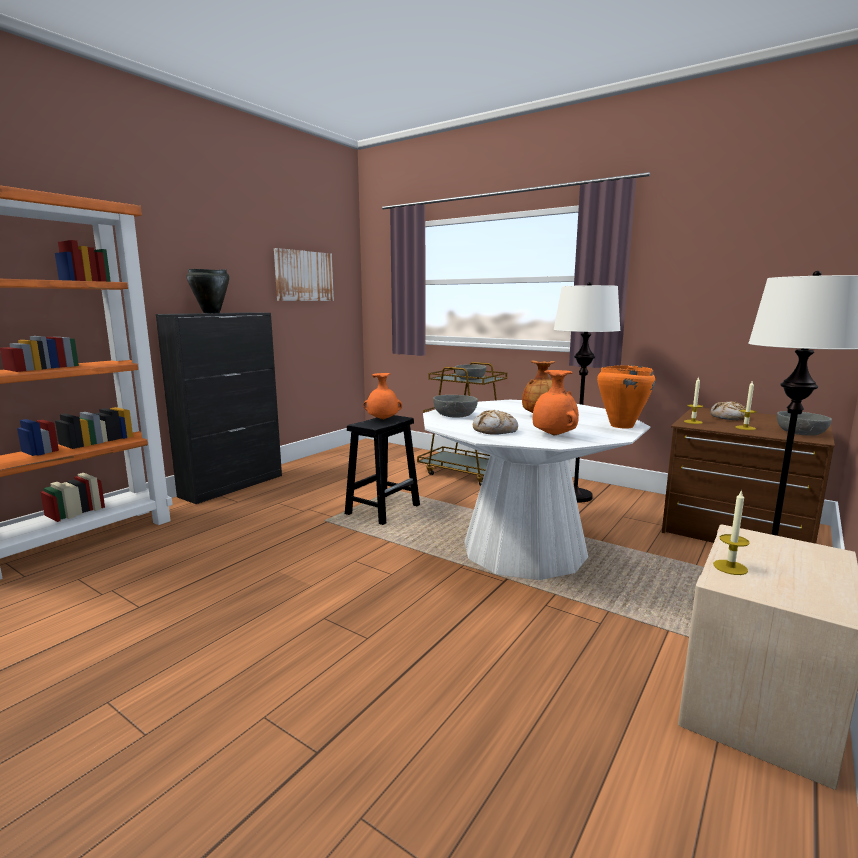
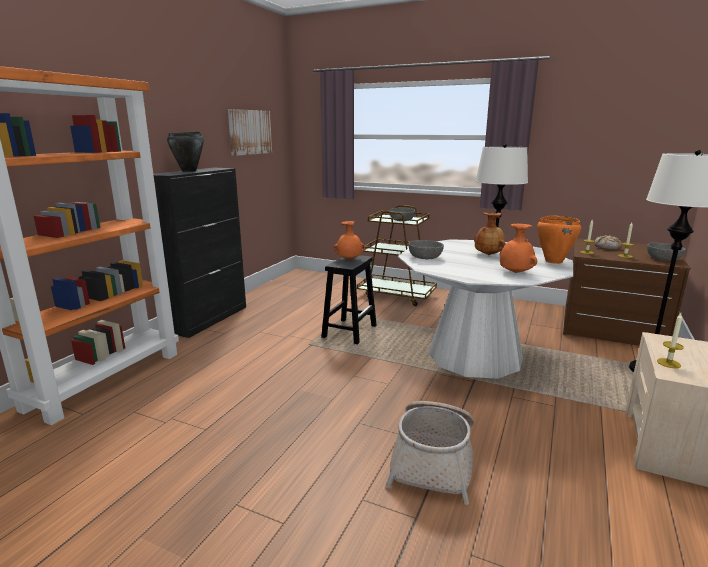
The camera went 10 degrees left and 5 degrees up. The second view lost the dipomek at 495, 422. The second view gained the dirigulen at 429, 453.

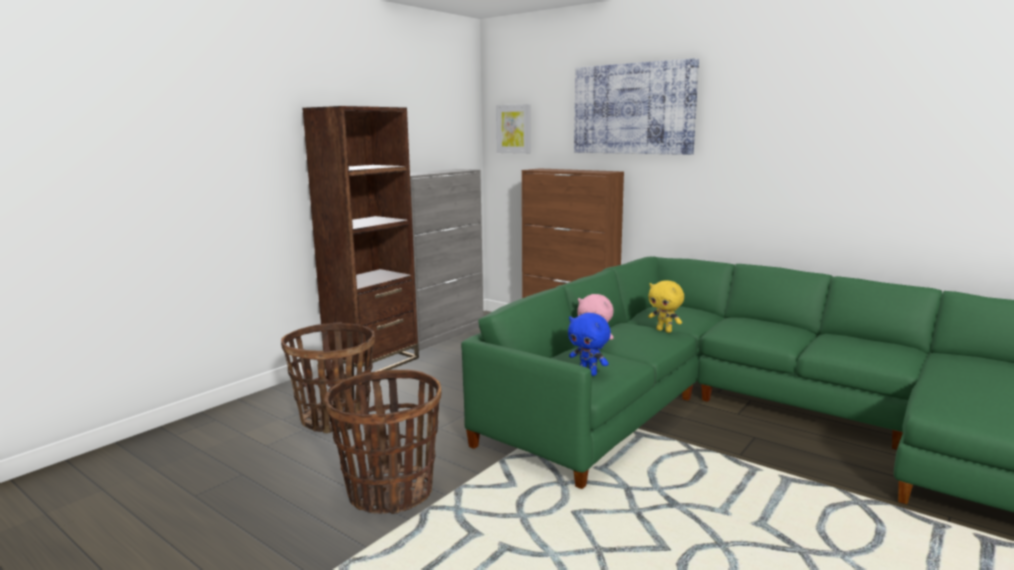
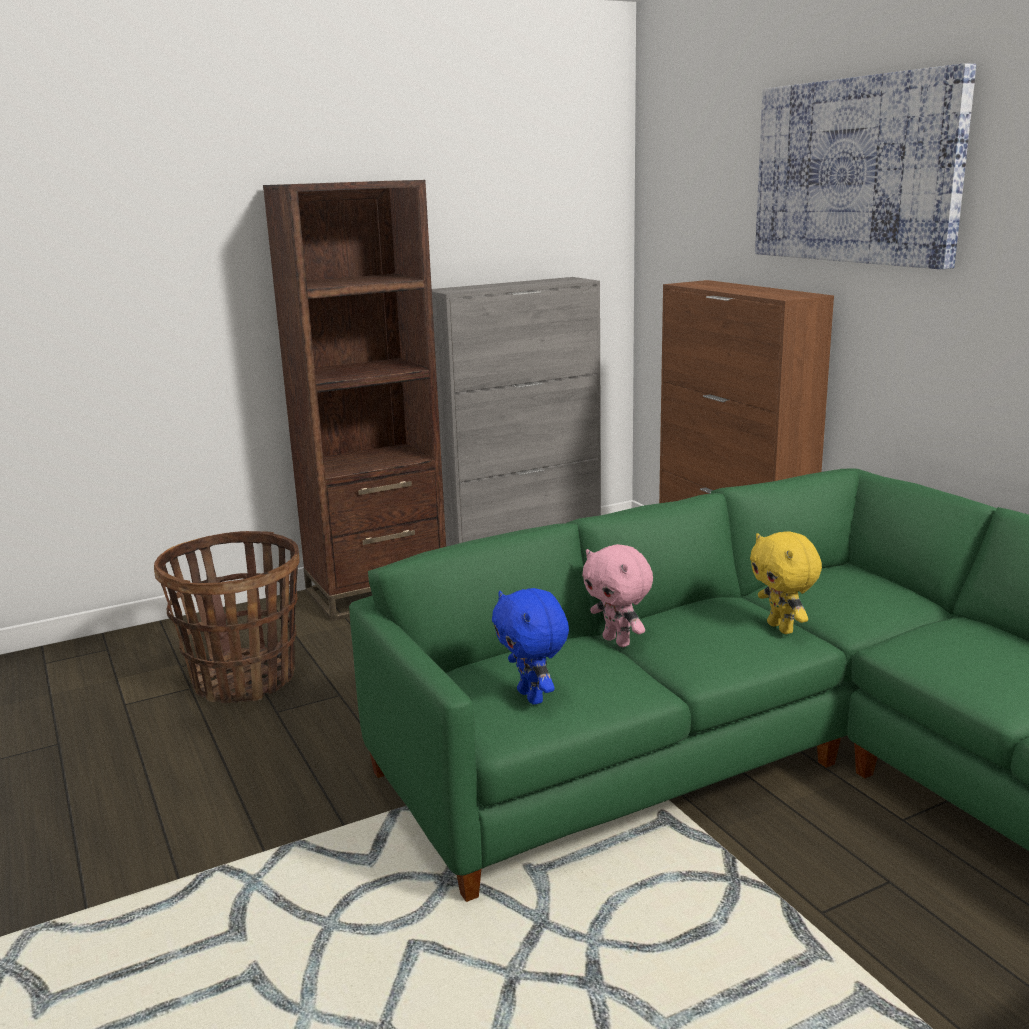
The camera went 25 degrees right and 5 degrees up. The second view lost the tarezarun at 513, 129. The second view lost the dirigulen at 382, 441.

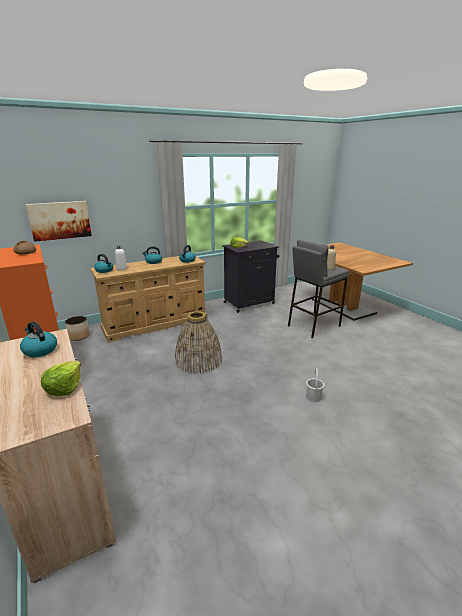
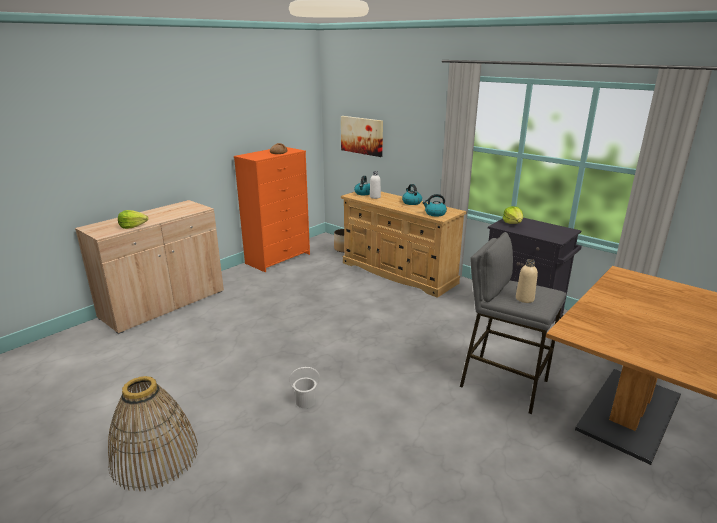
The camera went 70 degrees right and 0 degrees up. The dirigulen ended up elsewhere, having gone from 198, 342 to 153, 433. The second view lost the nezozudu at 38, 339.

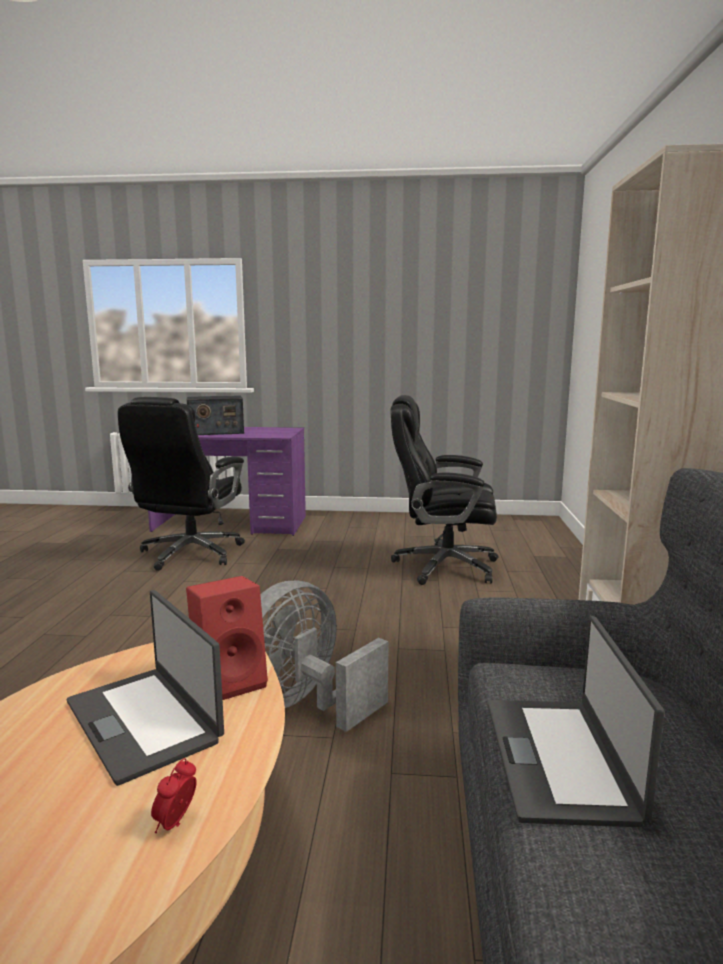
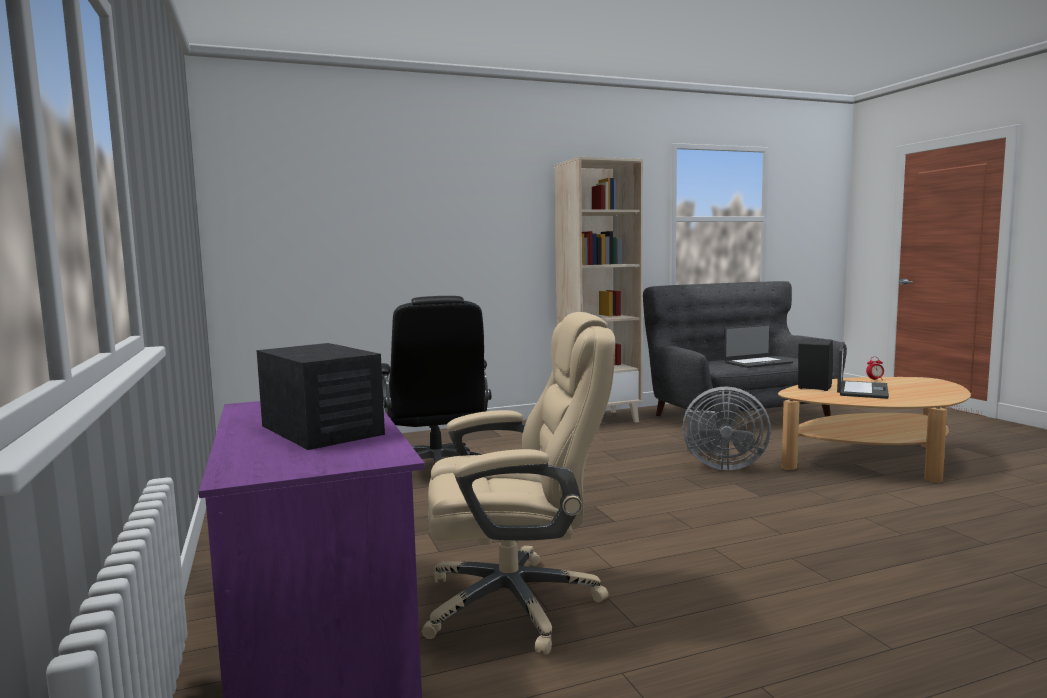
The camera went 115 degrees left and 5 degrees down. What was the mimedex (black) at 181, 484 turned into the mimedex (beige) at 518, 483. What was the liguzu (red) at 227, 638 turned into the liguzu (black) at 815, 364.

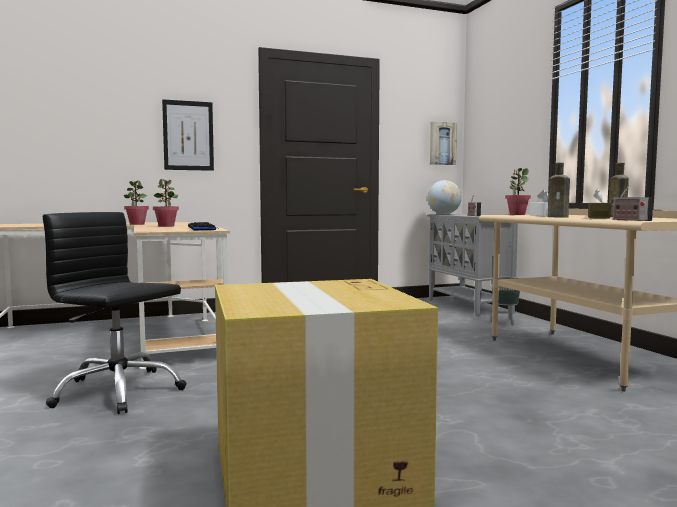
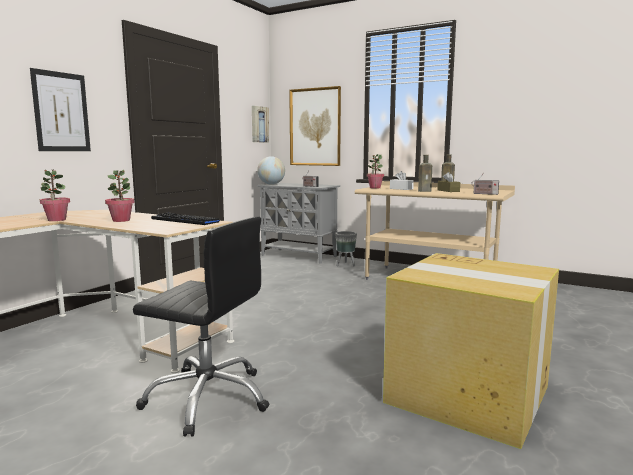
The camera went 40 degrees left and 5 degrees up. The mimedex (black) at 115, 313 ended up facing another way, 150 degrees counterclockwise from before. The second view gained the tarezarun at 315, 126.

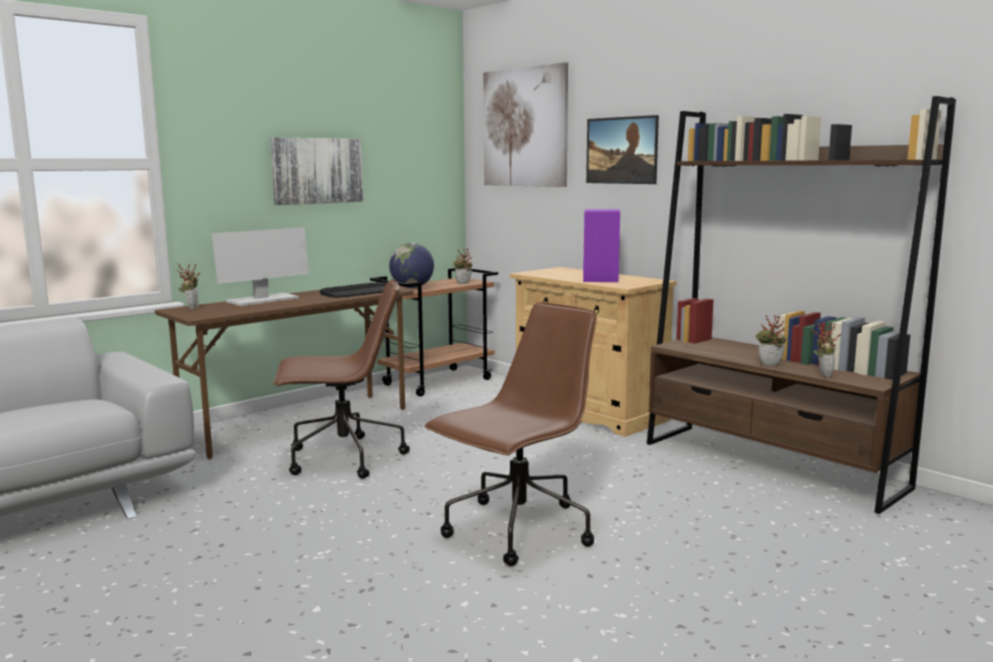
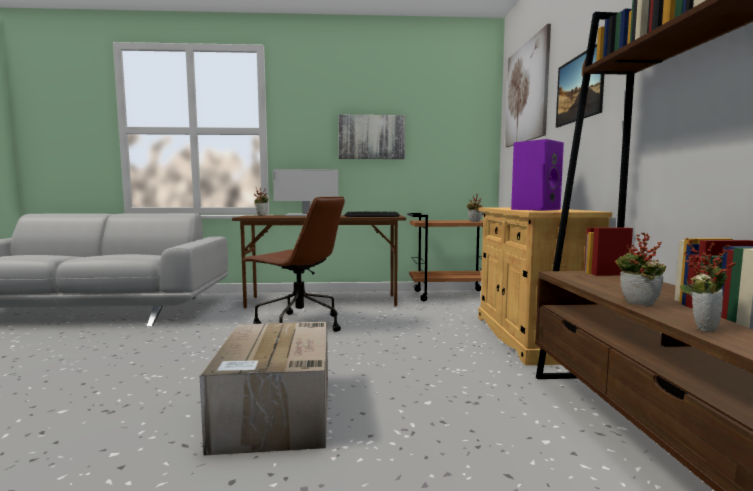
The camera went 40 degrees right and 5 degrees down. The second view lost the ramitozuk at 411, 265. Where the mimedex (brown) stood at 510, 434, the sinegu came to stand at 263, 388.

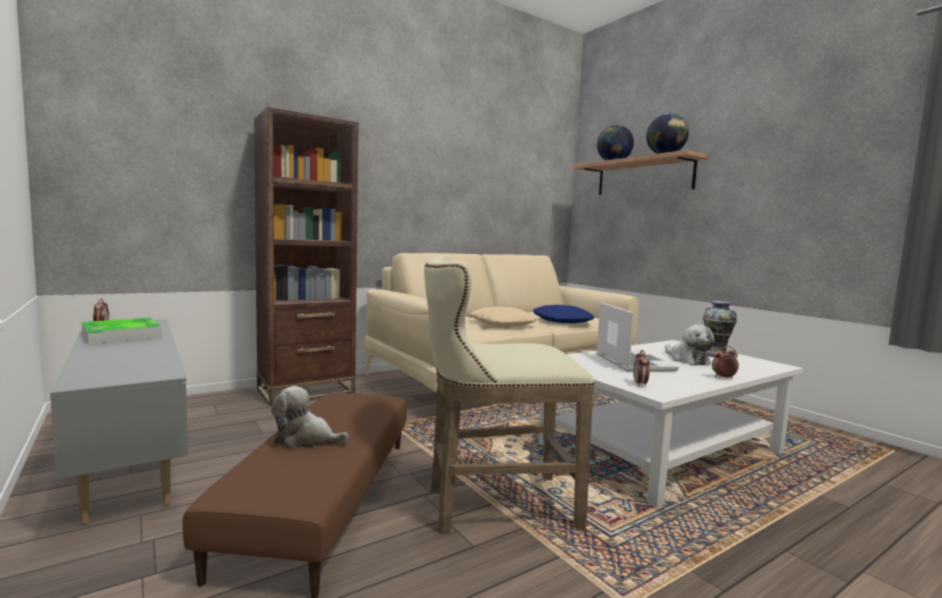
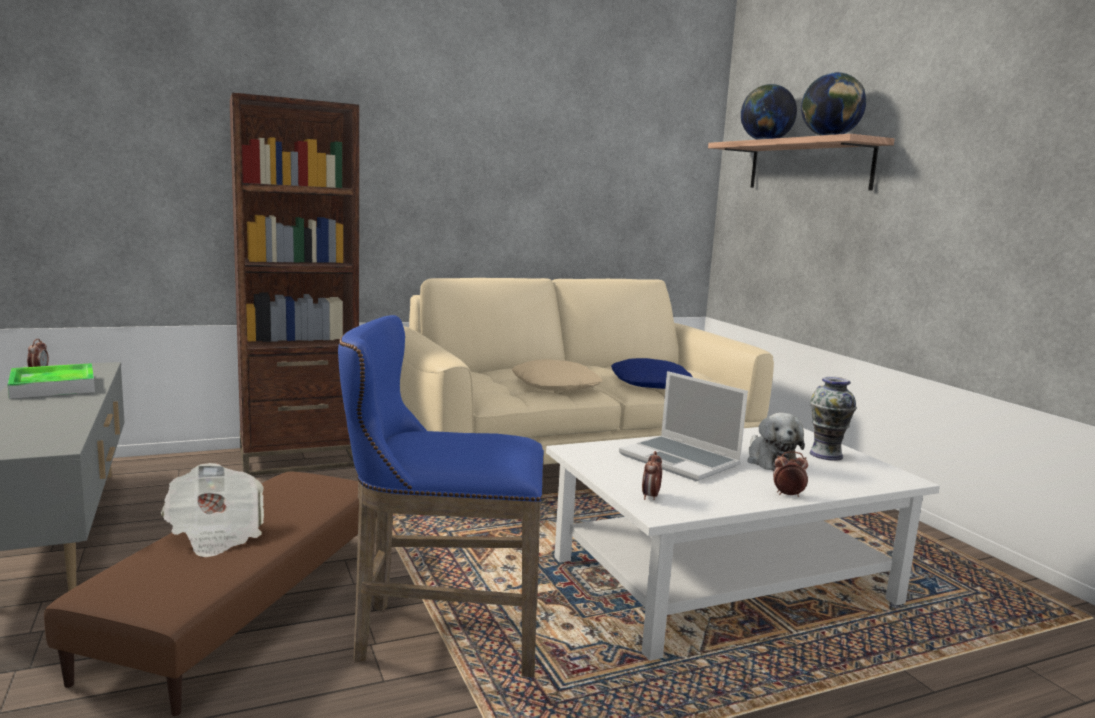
The camera went 10 degrees right and 5 degrees up. What was the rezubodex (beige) at 509, 394 turned into the rezubodex (blue) at 441, 496. The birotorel at 637, 337 ended up facing another way, 135 degrees clockwise from before. Where the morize stood at 310, 417, the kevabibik came to stand at 212, 510.

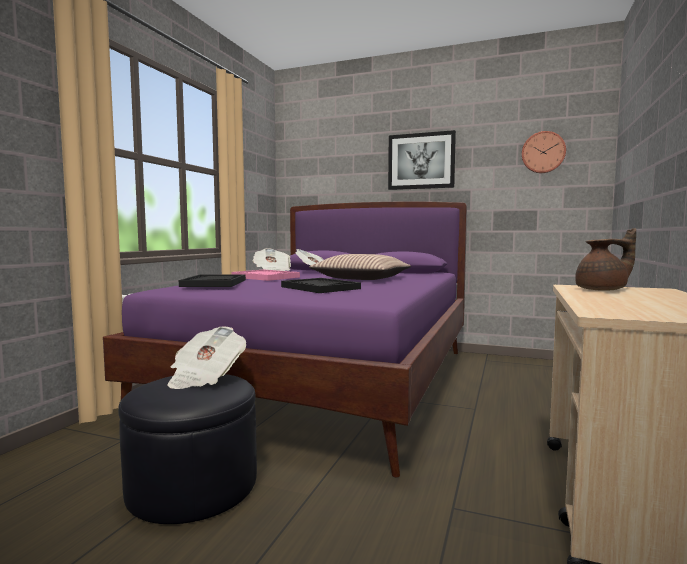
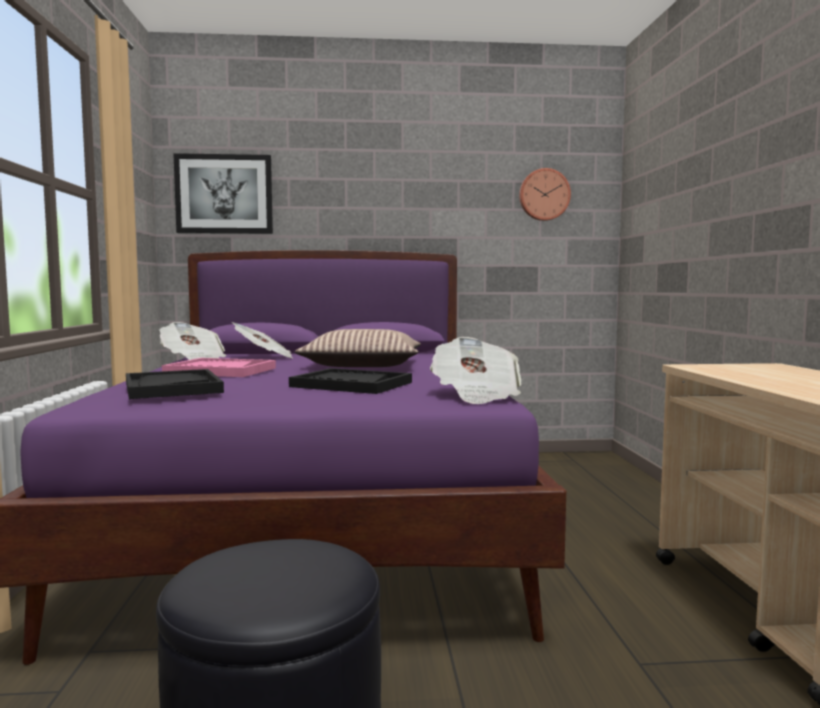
The camera went 25 degrees left and 0 degrees up. The tarezarun ended up elsewhere, having gone from 422, 160 to 223, 193. The second view lost the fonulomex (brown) at 605, 259. The kevabibik ended up elsewhere, having gone from 206, 357 to 475, 370.

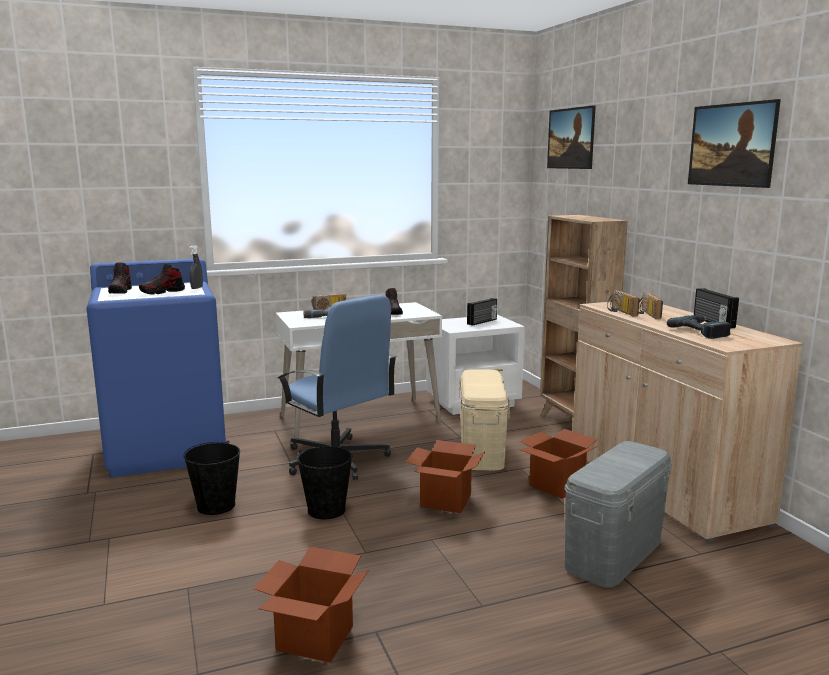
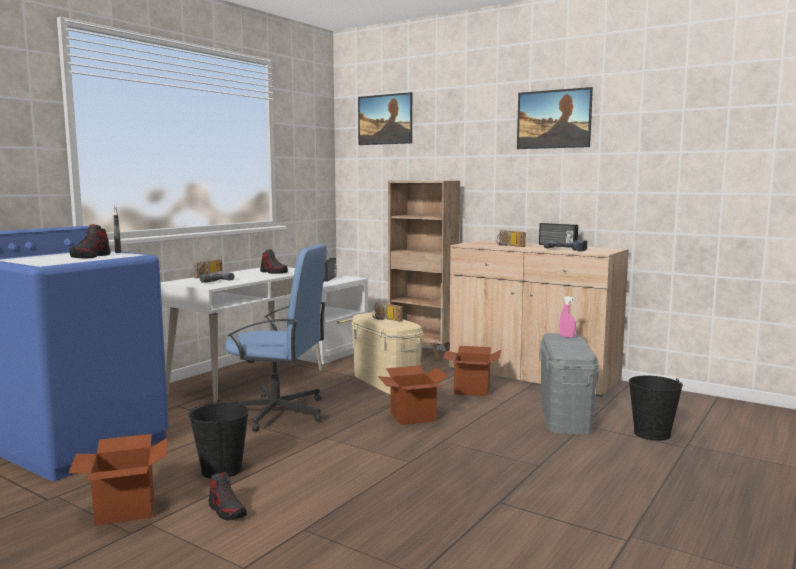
The camera went 35 degrees left and 5 degrees down. The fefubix ended up elsewhere, having gone from 120, 278 to 228, 496. The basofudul ended up elsewhere, having gone from 623, 303 to 387, 312. The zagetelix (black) ended up elsewhere, having gone from 324, 482 to 656, 408. The sinegu ended up elsewhere, having gone from 311, 605 to 118, 480. The second view gained the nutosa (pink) at 568, 317.

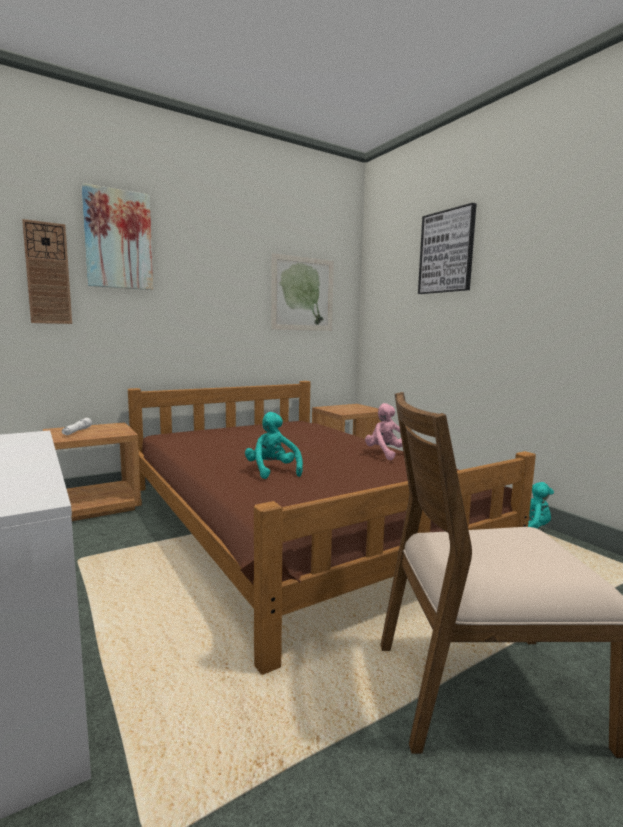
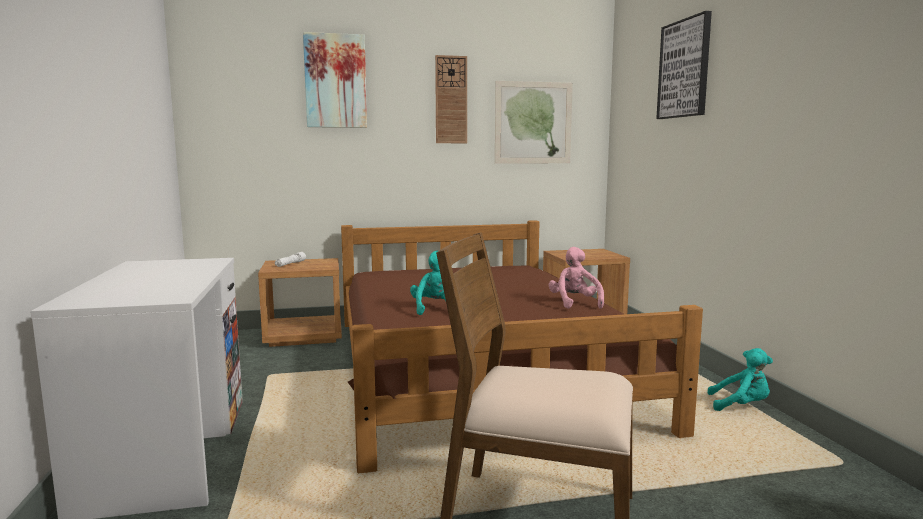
The camera went 20 degrees right and 0 degrees up. The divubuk ended up elsewhere, having gone from 47, 271 to 451, 99.

